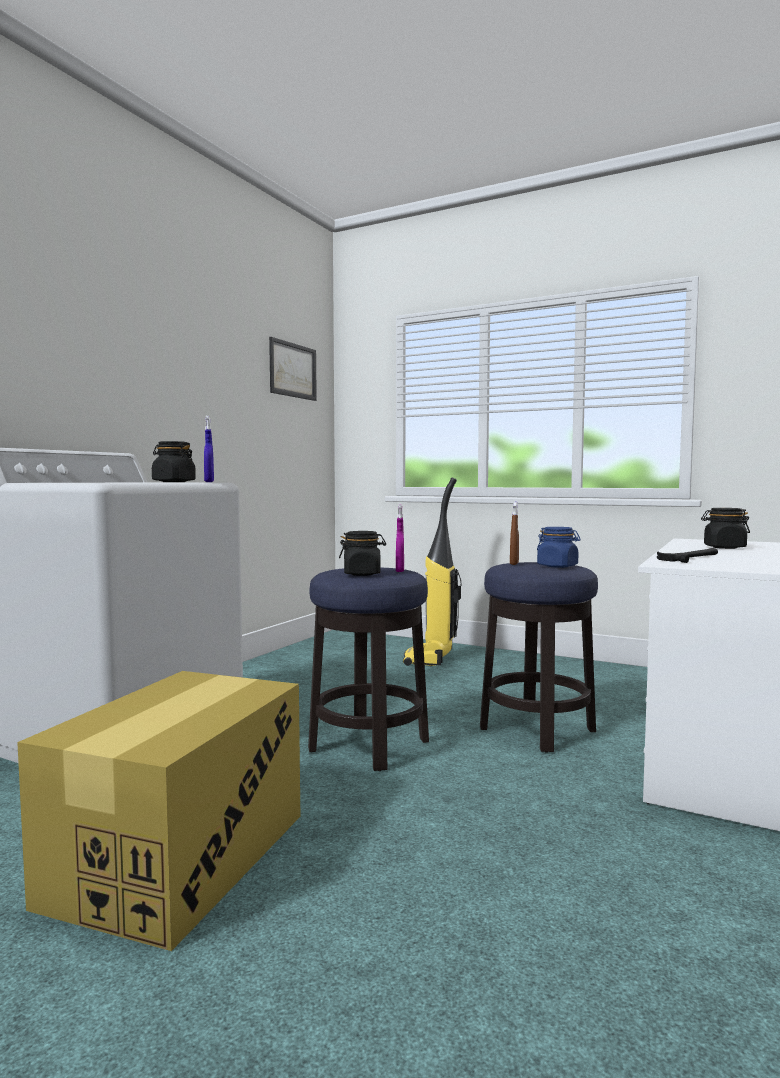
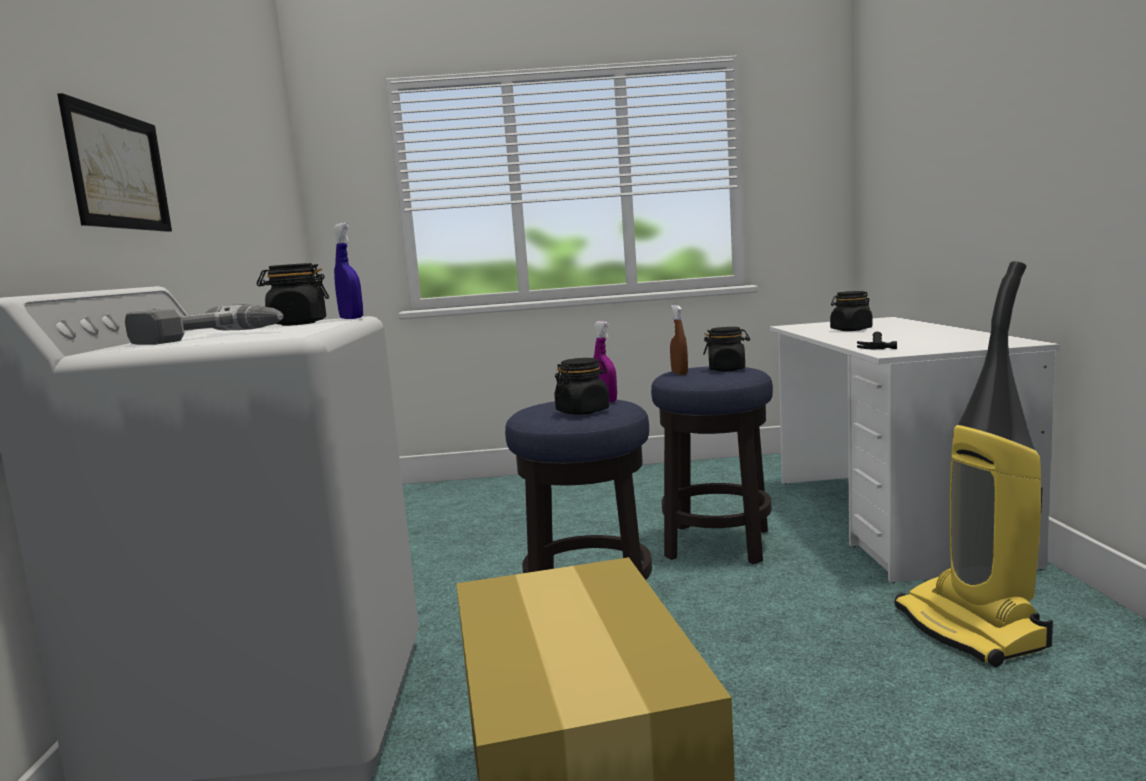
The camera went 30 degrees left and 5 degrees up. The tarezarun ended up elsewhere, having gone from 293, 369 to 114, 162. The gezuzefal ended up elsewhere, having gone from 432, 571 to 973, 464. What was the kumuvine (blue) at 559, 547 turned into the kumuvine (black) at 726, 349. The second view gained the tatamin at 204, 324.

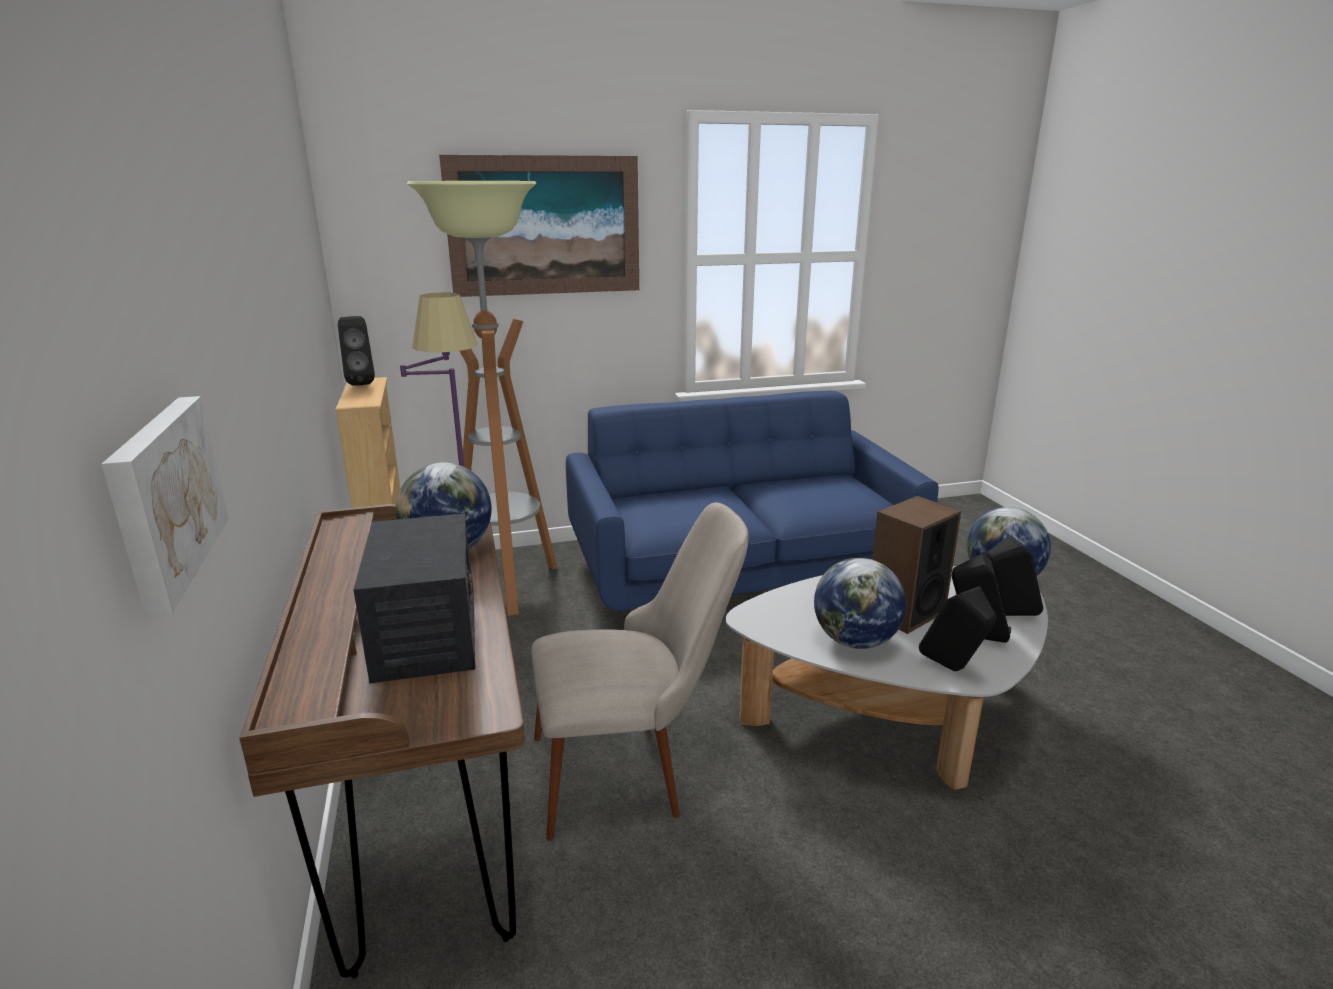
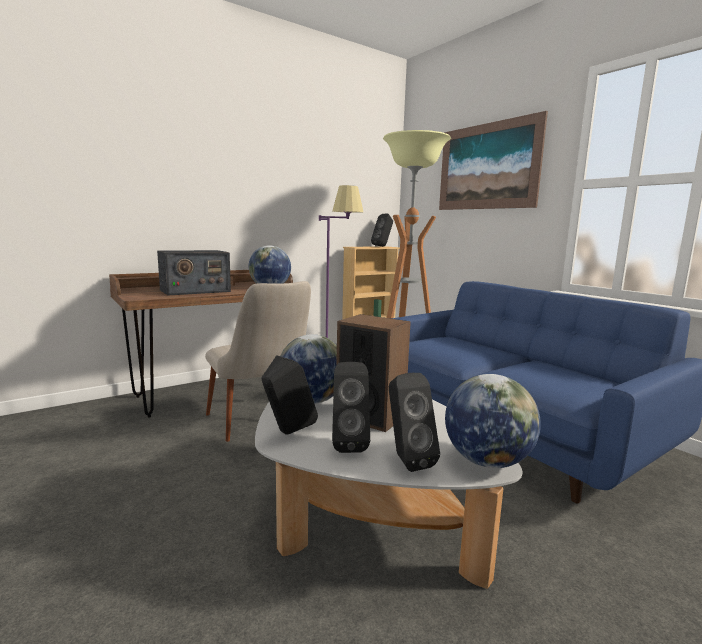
The camera went 70 degrees right and 10 degrees down. The second view lost the tarezarun at 165, 506.

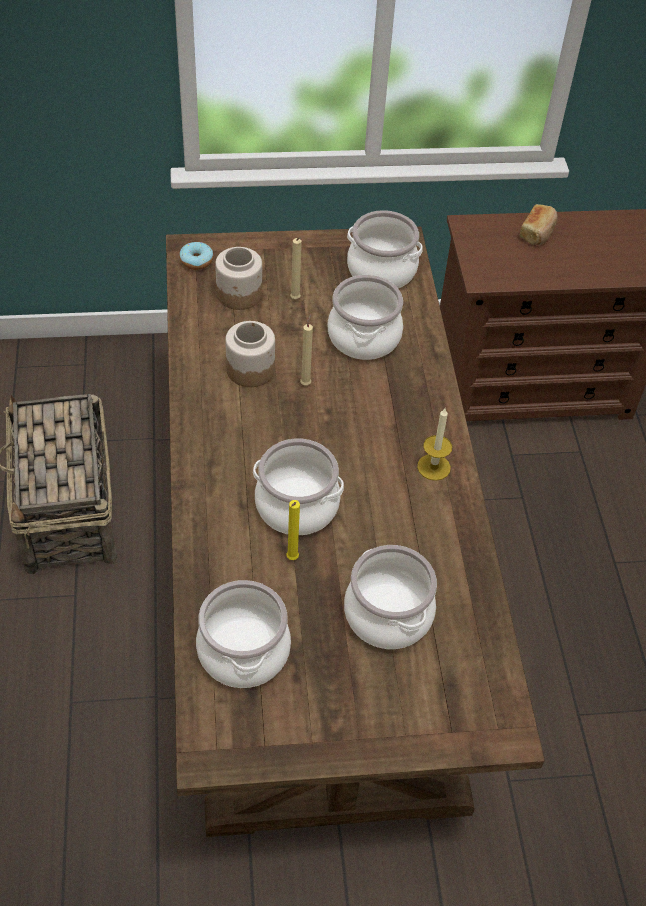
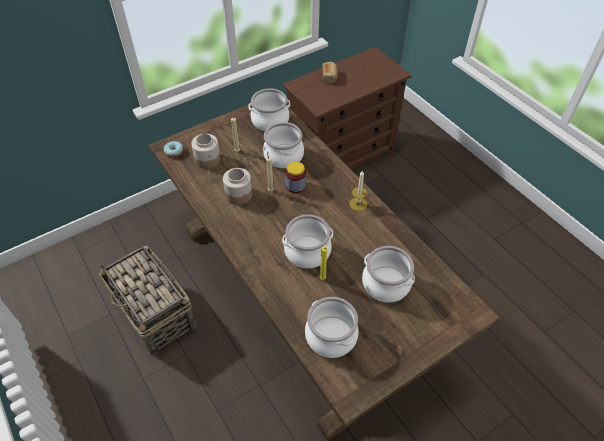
The camera went 25 degrees left and 0 degrees up. The second view gained the kumuvine at 295, 177.

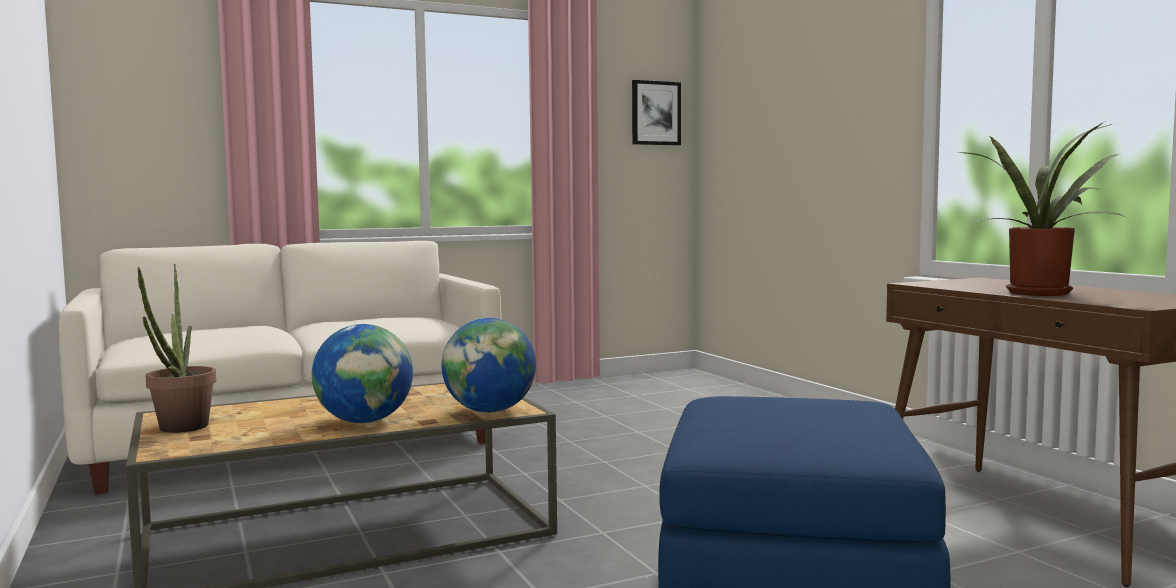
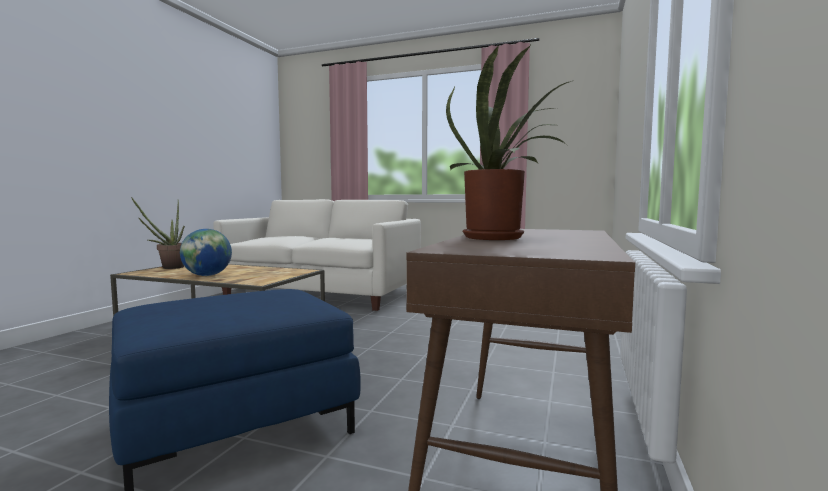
The camera went 45 degrees right and 0 degrees up. The second view lost the tarezarun at 656, 112. The second view lost the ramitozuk at 489, 365.

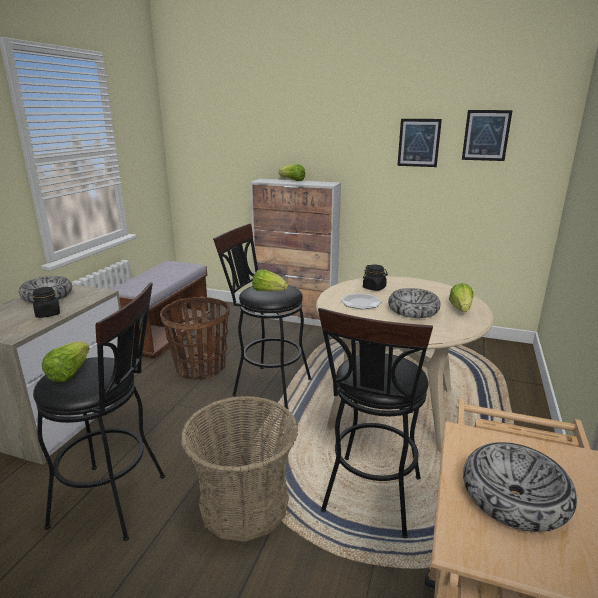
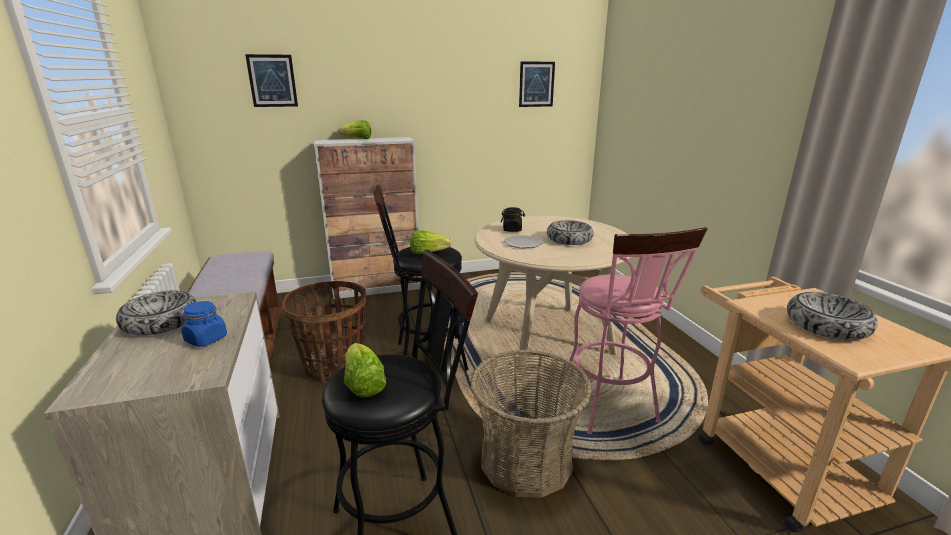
The camera went 35 degrees left and 0 degrees up. The tarezarun ended up elsewhere, having gone from 419, 143 to 271, 80. The second view lost the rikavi at 461, 297. What was the kumuvine (black) at 46, 302 turned into the kumuvine (blue) at 204, 324. What was the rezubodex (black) at 375, 423 turned into the rezubodex (pink) at 634, 330.

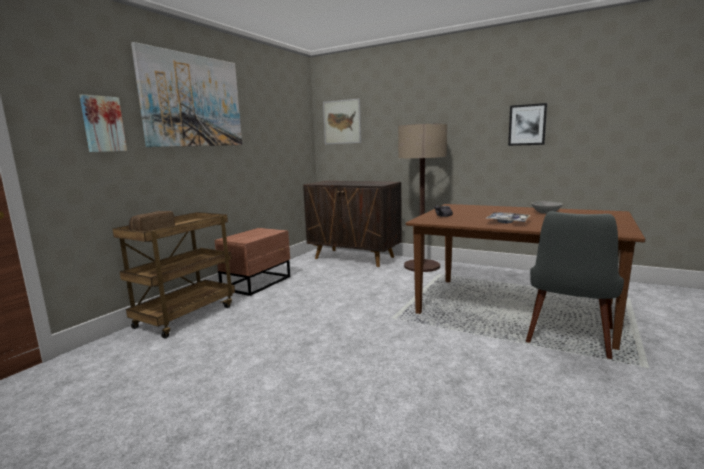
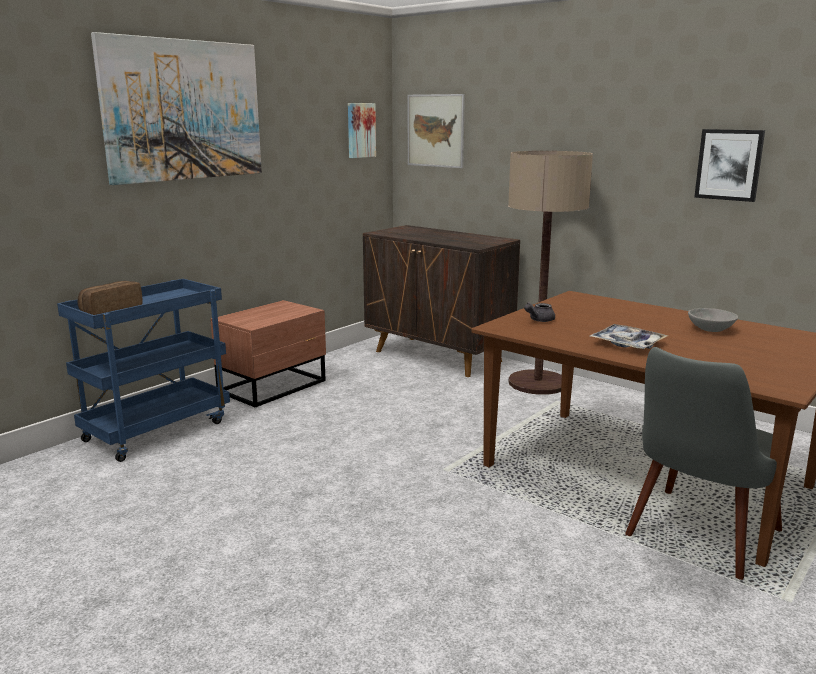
The camera went 10 degrees right and 5 degrees up. The tarezarun ended up elsewhere, having gone from 103, 123 to 362, 130. What was the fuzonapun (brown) at 173, 275 turned into the fuzonapun (blue) at 143, 370.

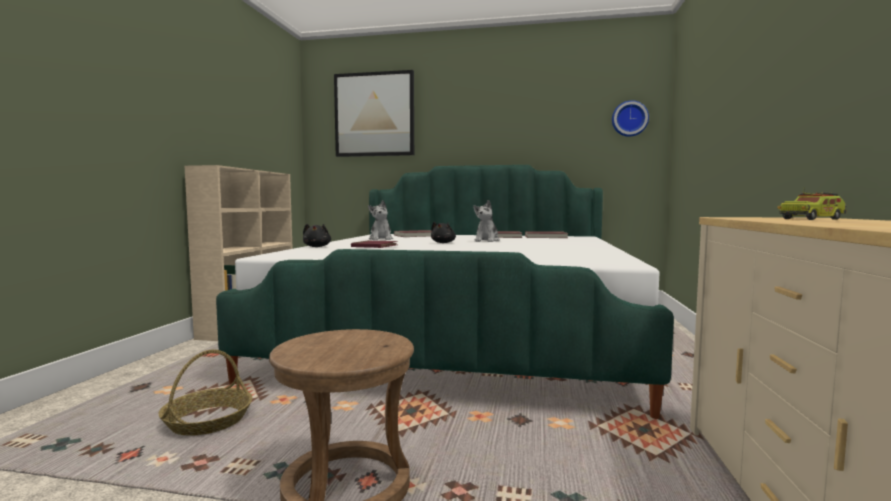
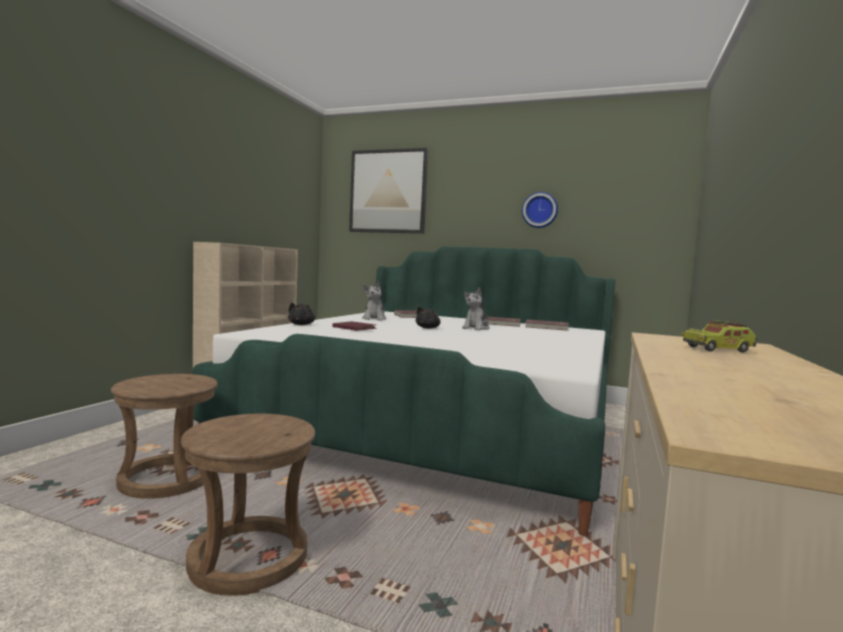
The camera went 10 degrees right and 0 degrees up. The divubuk ended up elsewhere, having gone from 630, 118 to 540, 210. Where the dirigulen stood at 205, 392, the rezubodex (brown) came to stand at 164, 436.

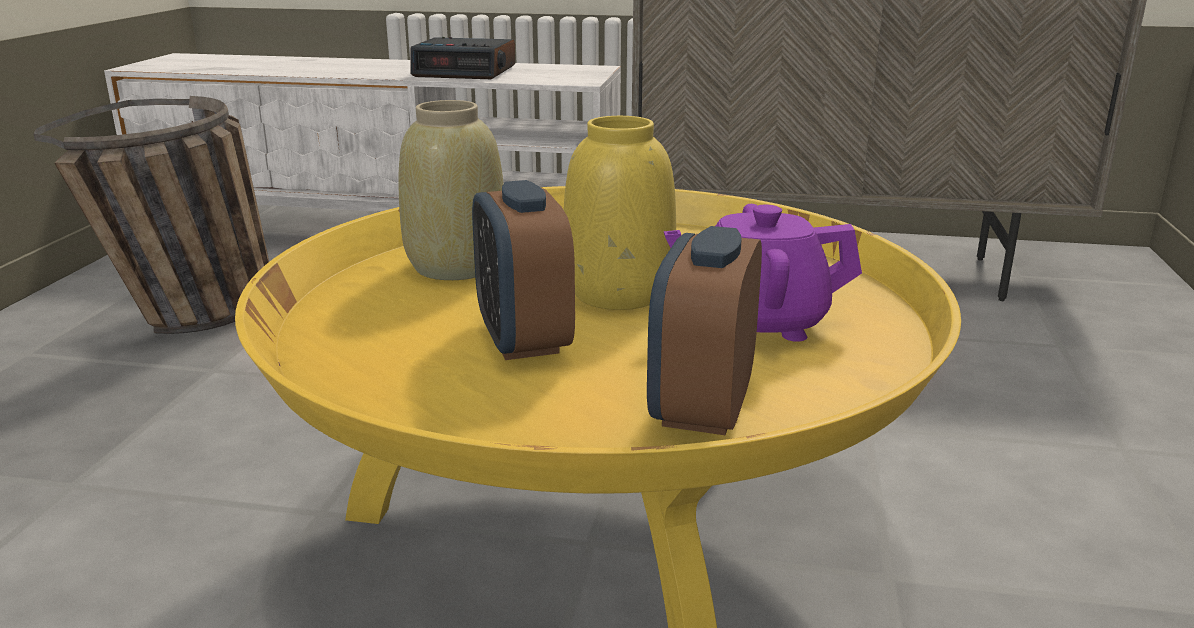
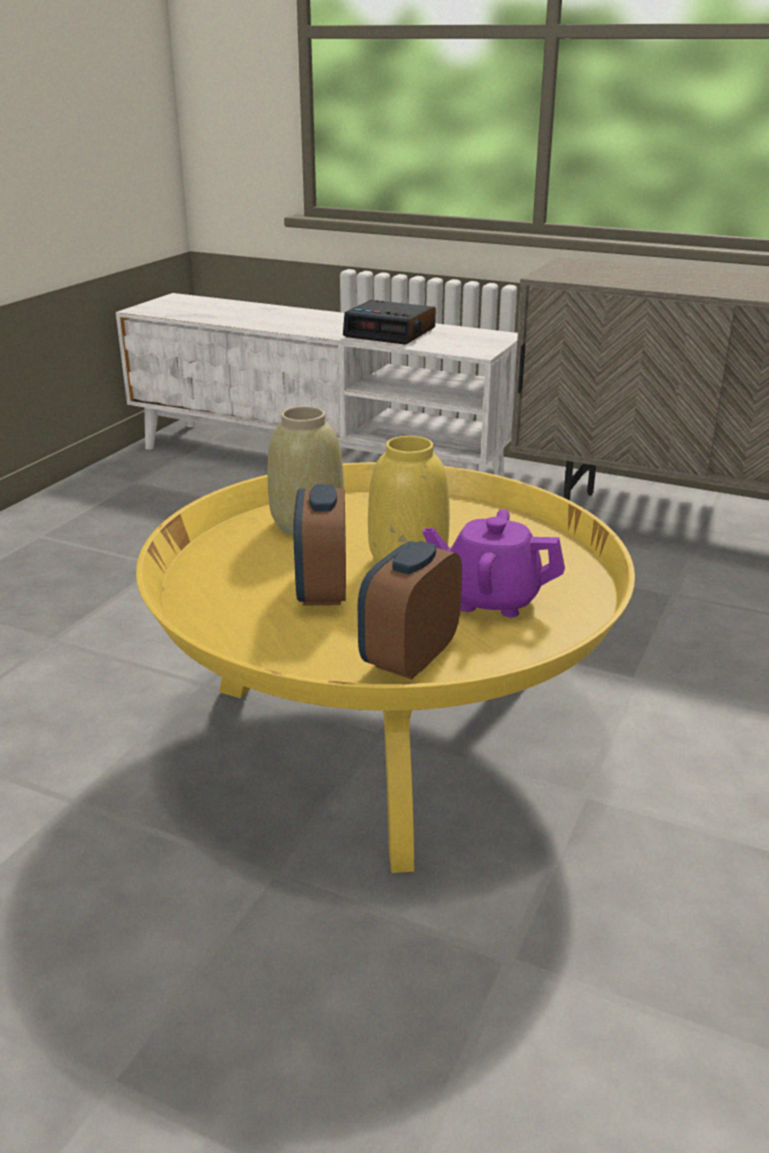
The camera went 15 degrees right and 5 degrees up. The second view lost the dirigulen at 151, 215.

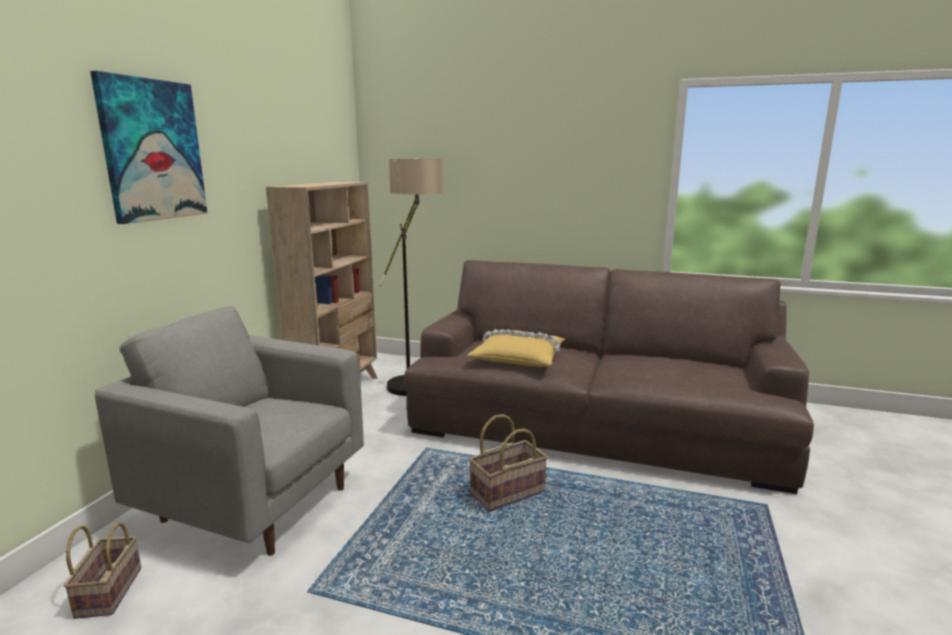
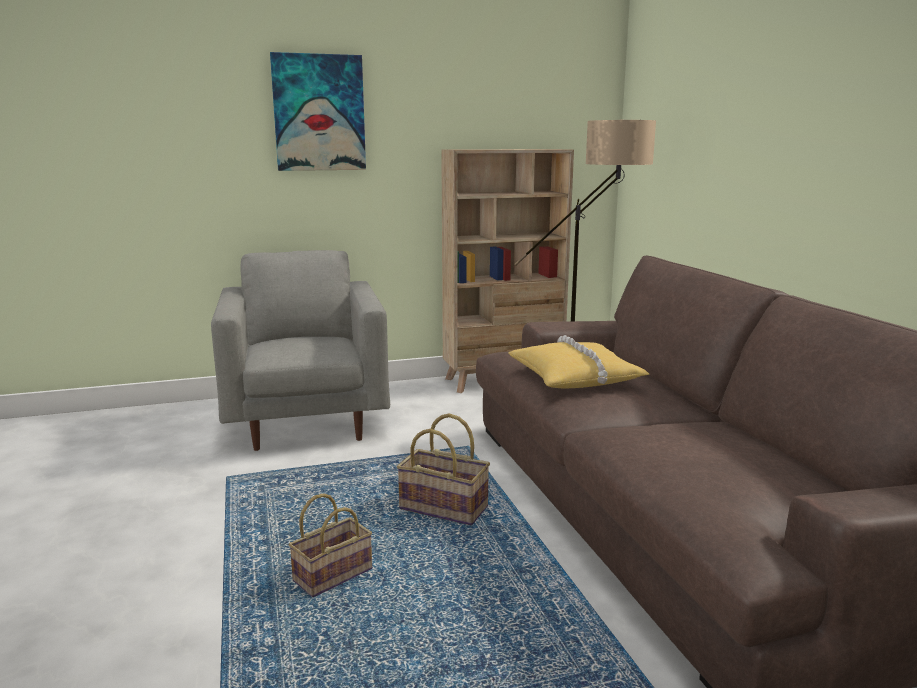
The camera went 55 degrees right and 0 degrees up. The dirigulen ended up elsewhere, having gone from 102, 570 to 330, 545.

